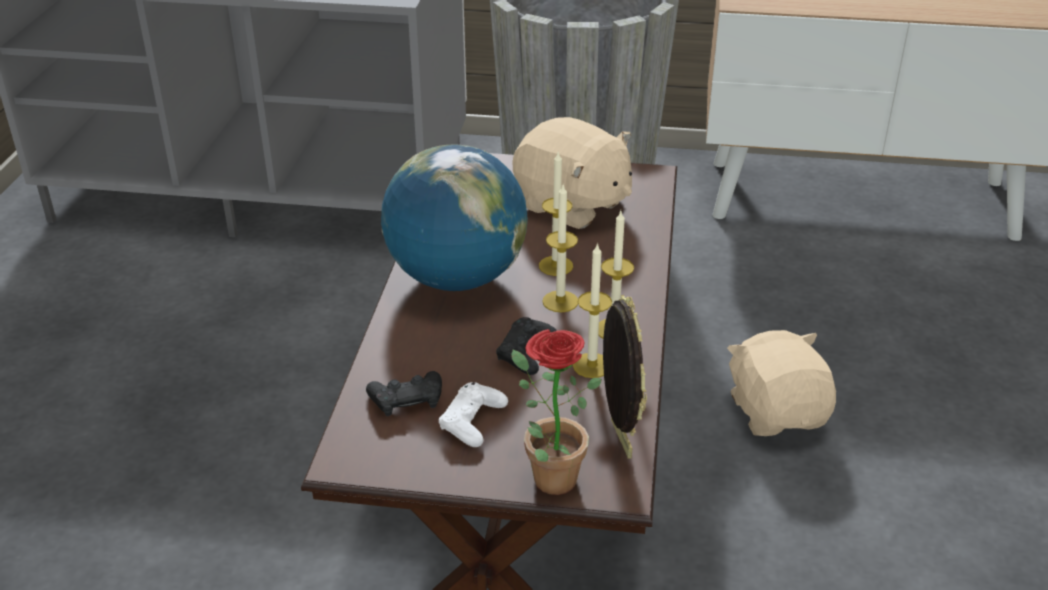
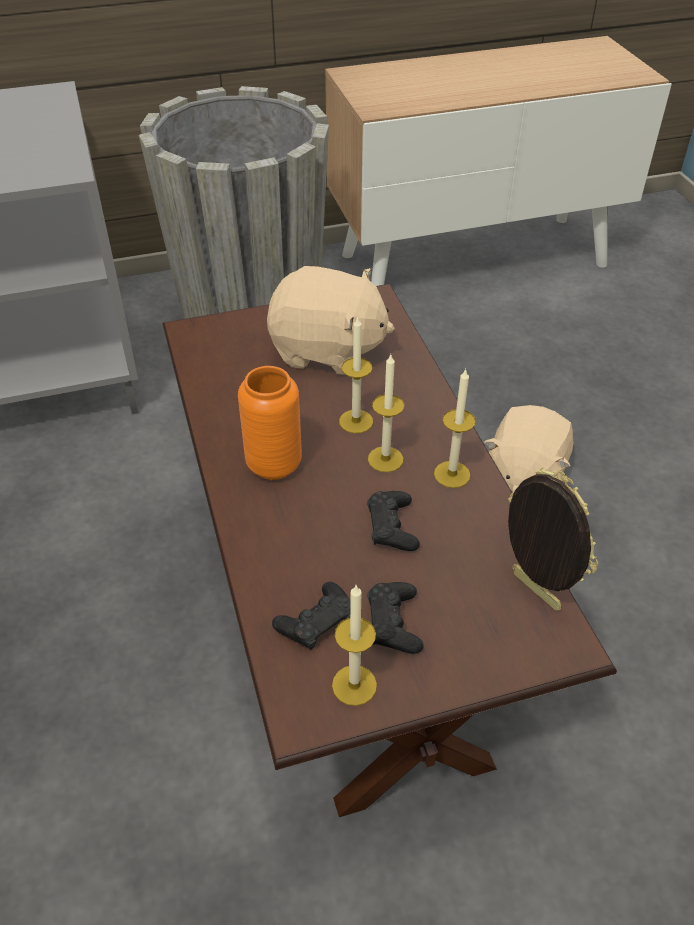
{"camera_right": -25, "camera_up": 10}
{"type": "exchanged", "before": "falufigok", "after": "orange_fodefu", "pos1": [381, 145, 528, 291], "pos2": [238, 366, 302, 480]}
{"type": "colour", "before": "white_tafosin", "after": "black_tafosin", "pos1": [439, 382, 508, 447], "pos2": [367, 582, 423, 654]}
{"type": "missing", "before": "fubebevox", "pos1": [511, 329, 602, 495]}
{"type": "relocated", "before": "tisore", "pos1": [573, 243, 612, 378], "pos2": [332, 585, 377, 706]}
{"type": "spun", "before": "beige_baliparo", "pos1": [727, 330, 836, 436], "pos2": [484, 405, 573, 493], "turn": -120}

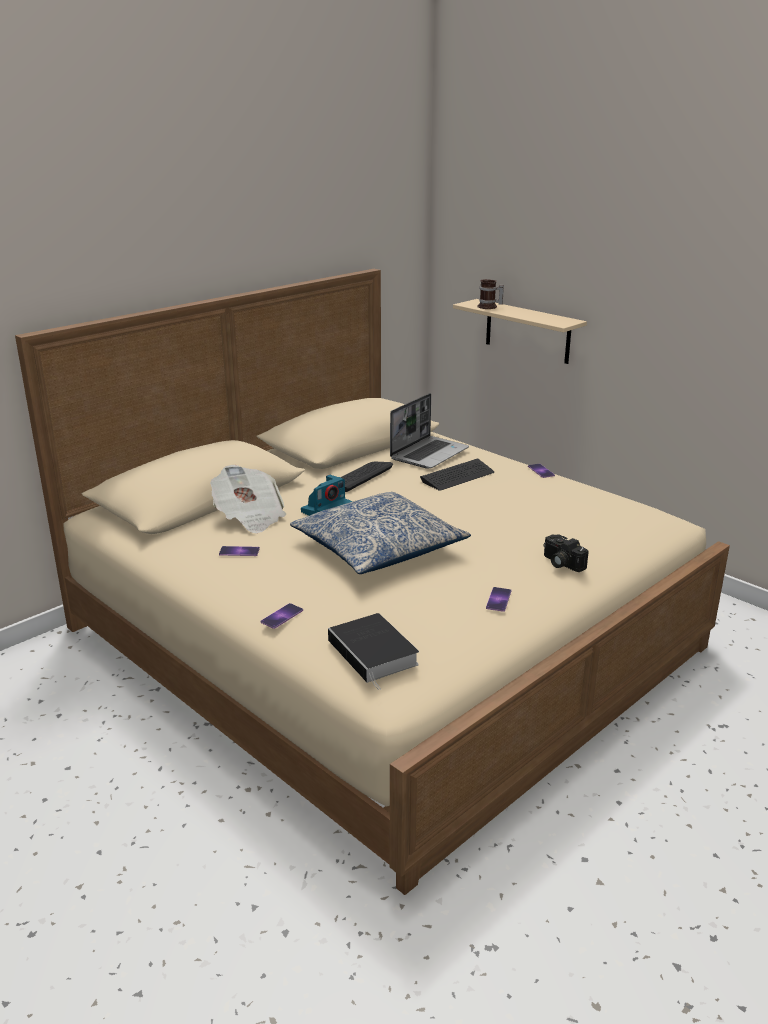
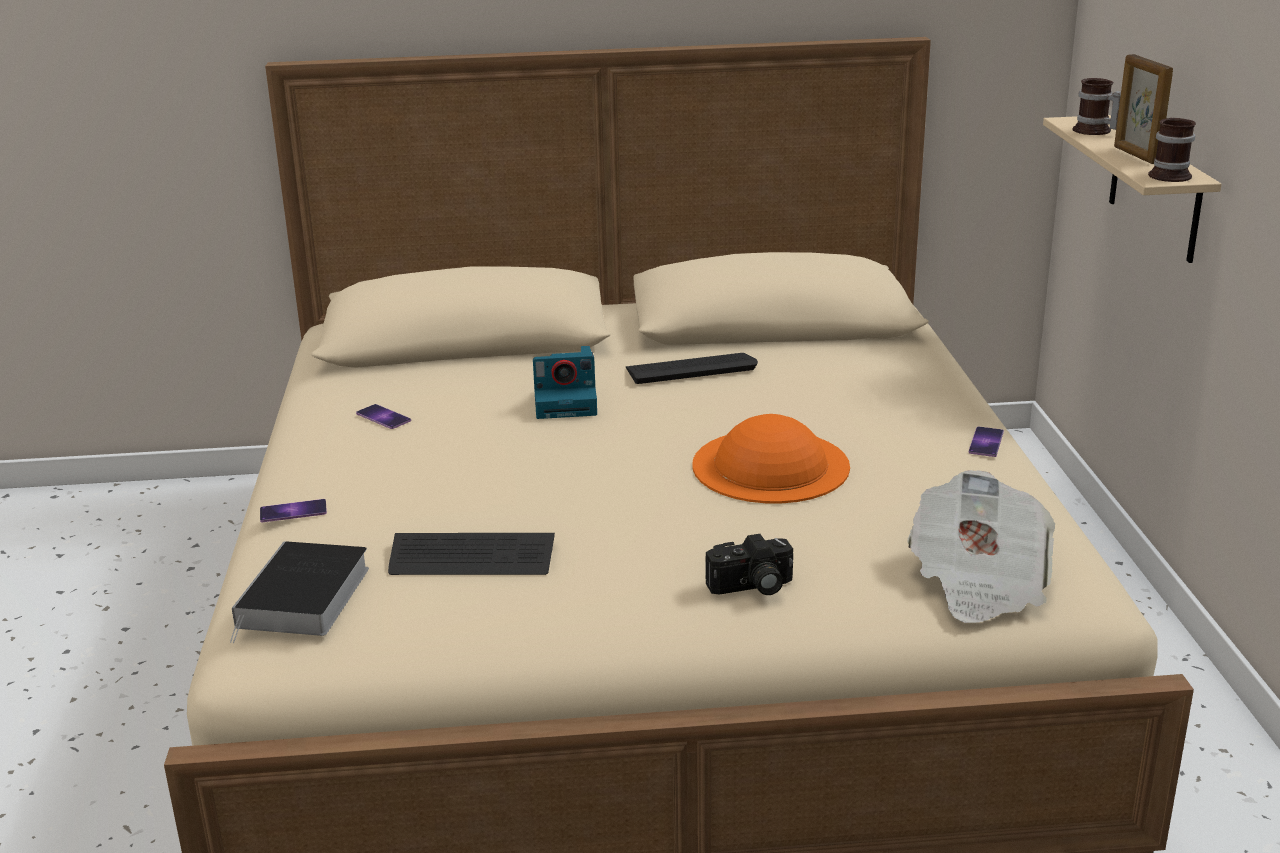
{"camera_right": 40, "camera_up": 0}
{"type": "relocated", "before": "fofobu", "pos1": [210, 465, 286, 534], "pos2": [907, 470, 1055, 623]}
{"type": "missing", "before": "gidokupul", "pos1": [290, 492, 471, 574]}
{"type": "missing", "before": "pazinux", "pos1": [390, 393, 469, 469]}
{"type": "relocated", "before": "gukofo", "pos1": [420, 458, 494, 491], "pos2": [388, 533, 555, 575]}
{"type": "missing", "before": "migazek", "pos1": [486, 587, 511, 612]}
{"type": "spun", "before": "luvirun", "pos1": [543, 534, 588, 572], "pos2": [705, 534, 793, 595], "turn": -105}
{"type": "appeared", "after": "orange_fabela", "pos2": [692, 414, 850, 503]}
{"type": "appeared", "after": "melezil", "pos2": [1114, 54, 1173, 164]}
{"type": "appeared", "after": "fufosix", "pos2": [1148, 118, 1196, 182]}

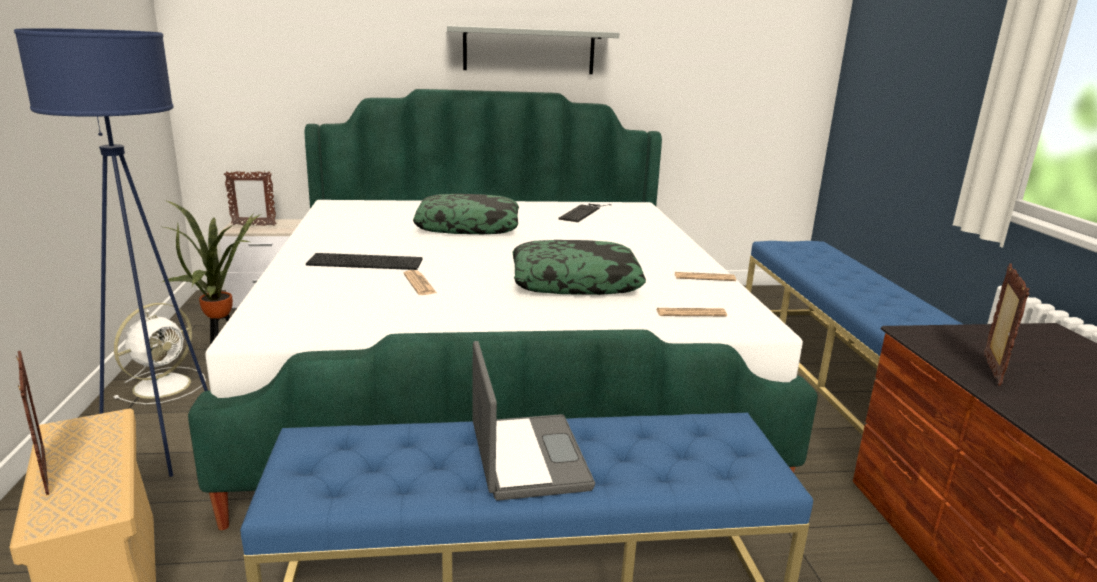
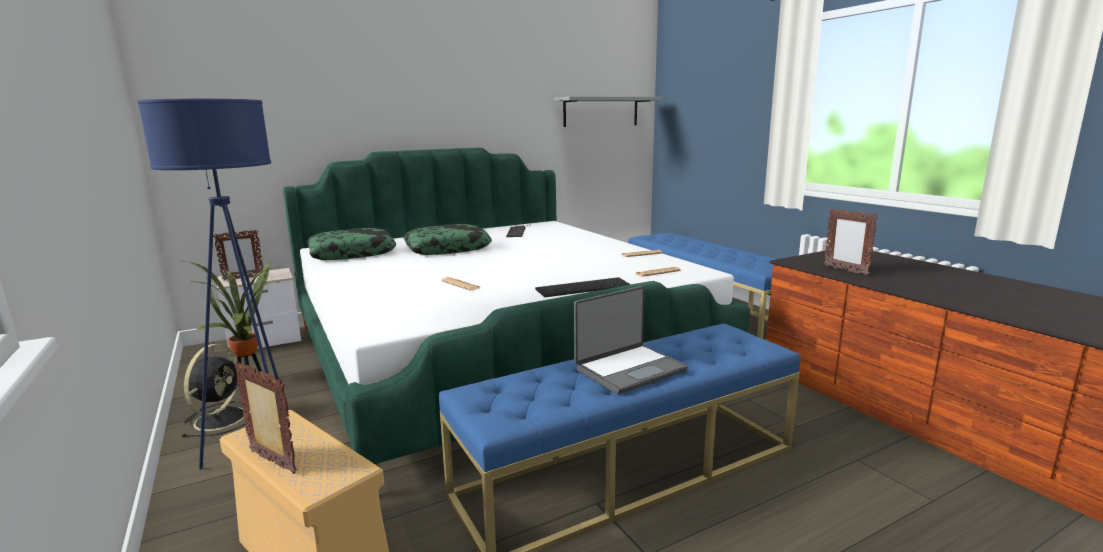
{"camera_right": -20, "camera_up": -5}
{"type": "colour", "before": "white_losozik", "after": "black_losozik", "pos1": [113, 303, 206, 404], "pos2": [182, 344, 245, 437]}
{"type": "relocated", "before": "gukofo", "pos1": [306, 253, 423, 270], "pos2": [535, 277, 631, 297]}
{"type": "relocated", "before": "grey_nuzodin", "pos1": [447, 26, 619, 74], "pos2": [554, 96, 663, 127]}
{"type": "spun", "before": "pazinux", "pos1": [473, 341, 595, 501], "pos2": [574, 286, 688, 394], "turn": 90}
{"type": "relocated", "before": "gidokupul", "pos1": [512, 240, 646, 295], "pos2": [307, 228, 396, 260]}
{"type": "spun", "before": "melezil", "pos1": [984, 263, 1029, 386], "pos2": [824, 208, 878, 276], "turn": 150}

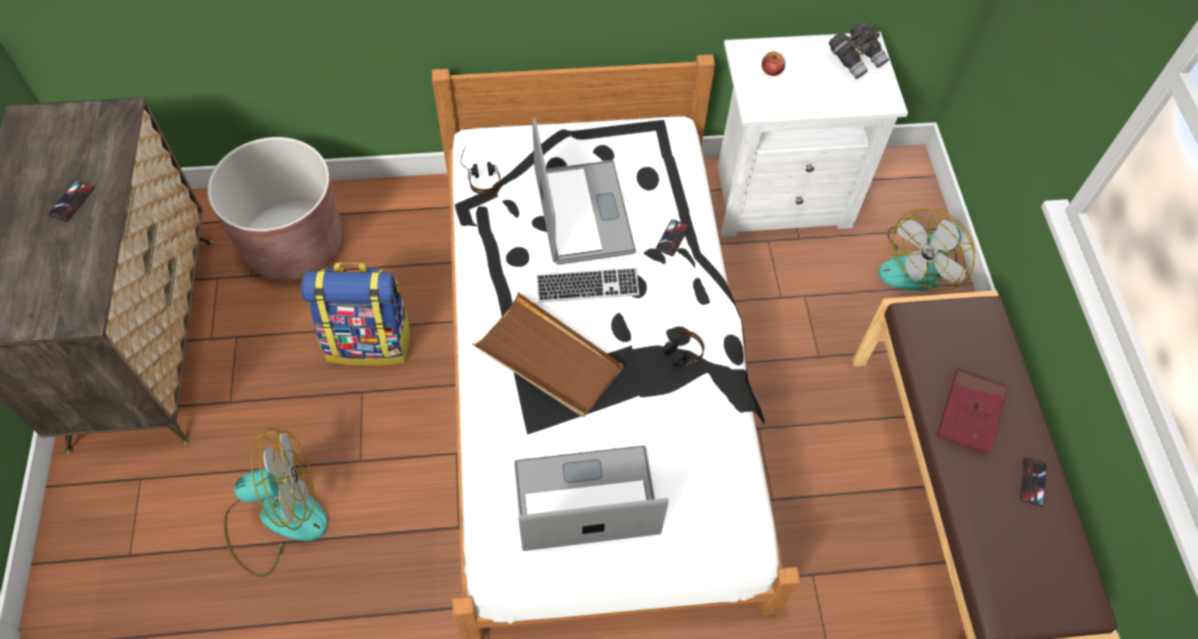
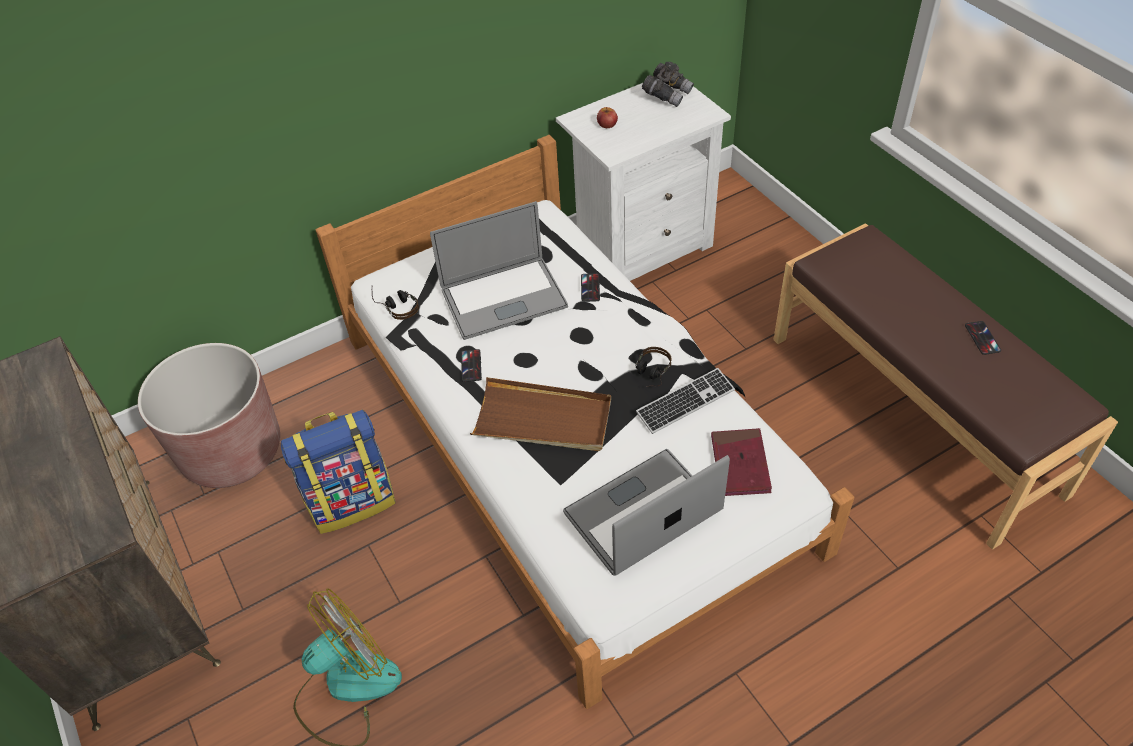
{"camera_right": -20, "camera_up": -10}
{"type": "relocated", "before": "migazek", "pos1": [48, 180, 95, 222], "pos2": [461, 349, 482, 382]}
{"type": "spun", "before": "pazinux", "pos1": [532, 118, 636, 265], "pos2": [430, 201, 568, 340], "turn": 105}
{"type": "relocated", "before": "gukofo", "pos1": [536, 267, 639, 302], "pos2": [636, 368, 735, 434]}
{"type": "missing", "before": "losozik", "pos1": [878, 209, 975, 291]}
{"type": "relocated", "before": "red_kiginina", "pos1": [937, 370, 1008, 455], "pos2": [711, 428, 772, 496]}

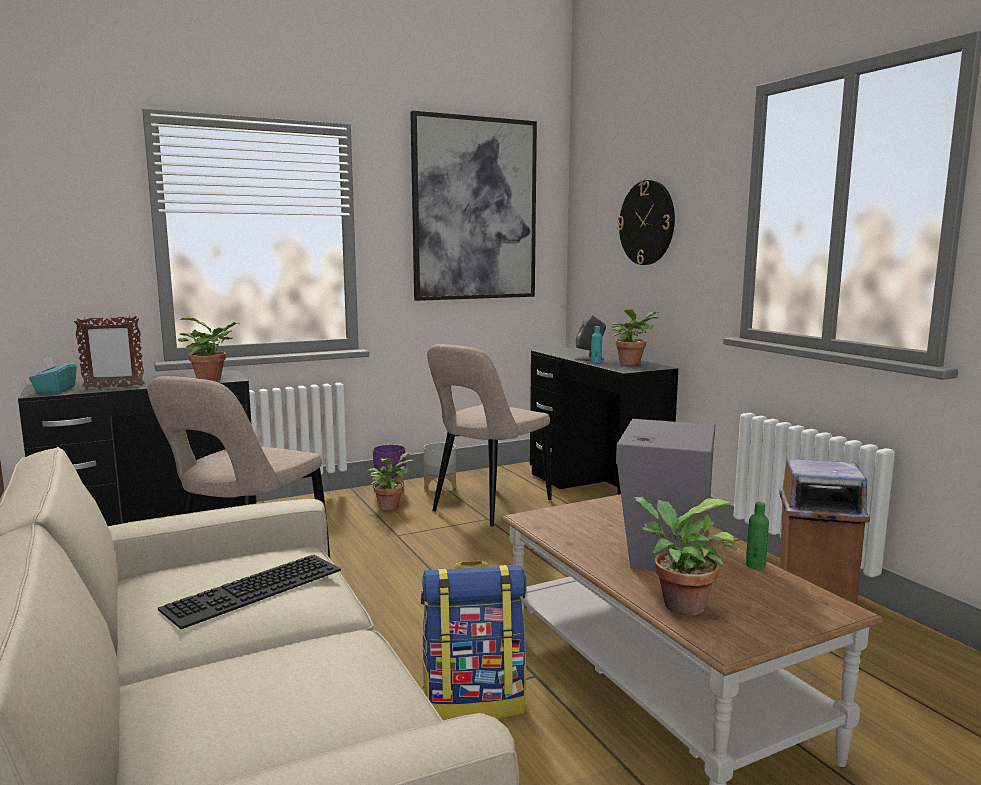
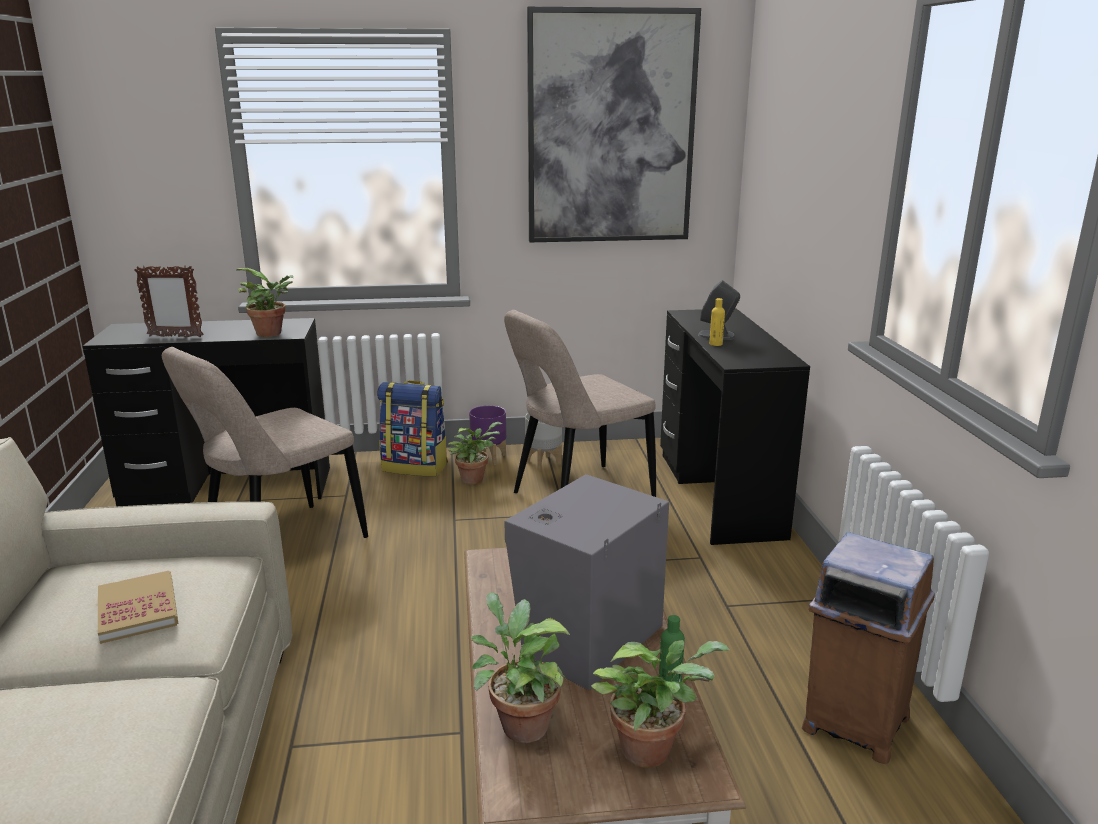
{"camera_right": 20, "camera_up": 10}
{"type": "missing", "before": "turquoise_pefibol", "pos1": [29, 356, 77, 394]}
{"type": "exchanged", "before": "gukofo", "after": "kiginina", "pos1": [158, 555, 341, 629], "pos2": [98, 571, 178, 644]}
{"type": "relocated", "before": "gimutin", "pos1": [420, 561, 526, 720], "pos2": [377, 380, 448, 476]}
{"type": "colour", "before": "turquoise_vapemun", "after": "yellow_vapemun", "pos1": [591, 326, 602, 364], "pos2": [709, 298, 725, 346]}
{"type": "relocated", "before": "fubebevox", "pos1": [612, 309, 659, 365], "pos2": [591, 640, 730, 768]}
{"type": "missing", "before": "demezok", "pos1": [617, 180, 675, 265]}

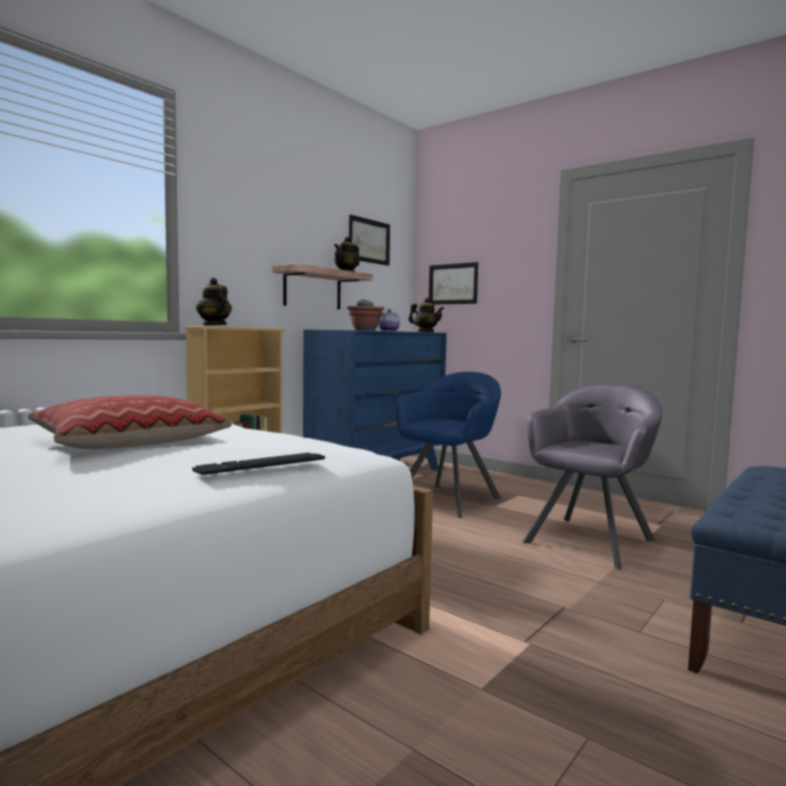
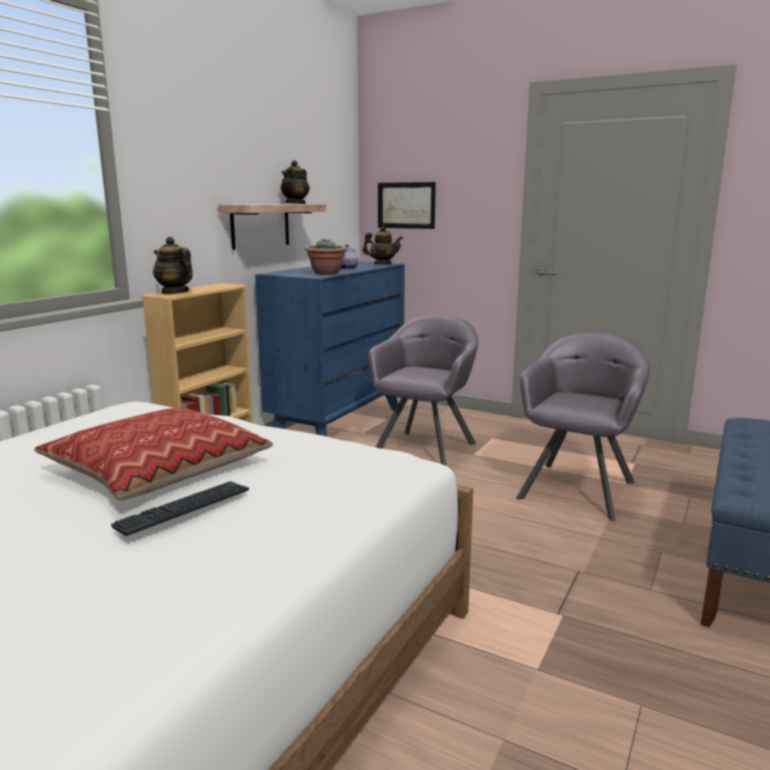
{"camera_right": -10, "camera_up": 10}
{"type": "relocated", "before": "gukofo", "pos1": [192, 453, 325, 475], "pos2": [111, 481, 249, 536]}
{"type": "missing", "before": "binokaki", "pos1": [349, 215, 390, 266]}
{"type": "colour", "before": "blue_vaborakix", "after": "grey_vaborakix", "pos1": [395, 372, 501, 518], "pos2": [368, 314, 478, 466]}

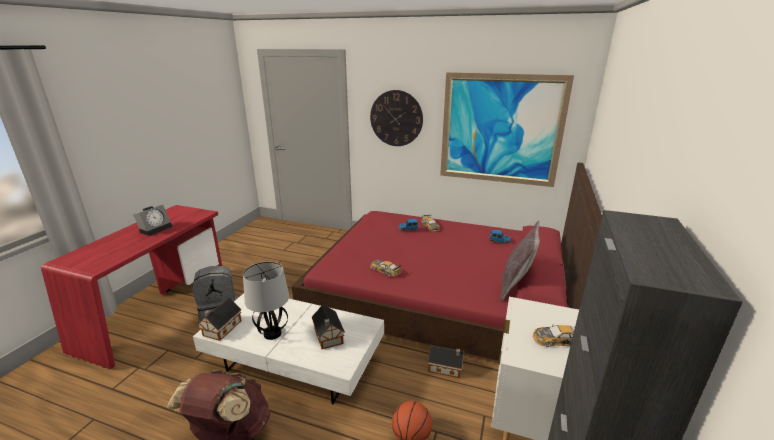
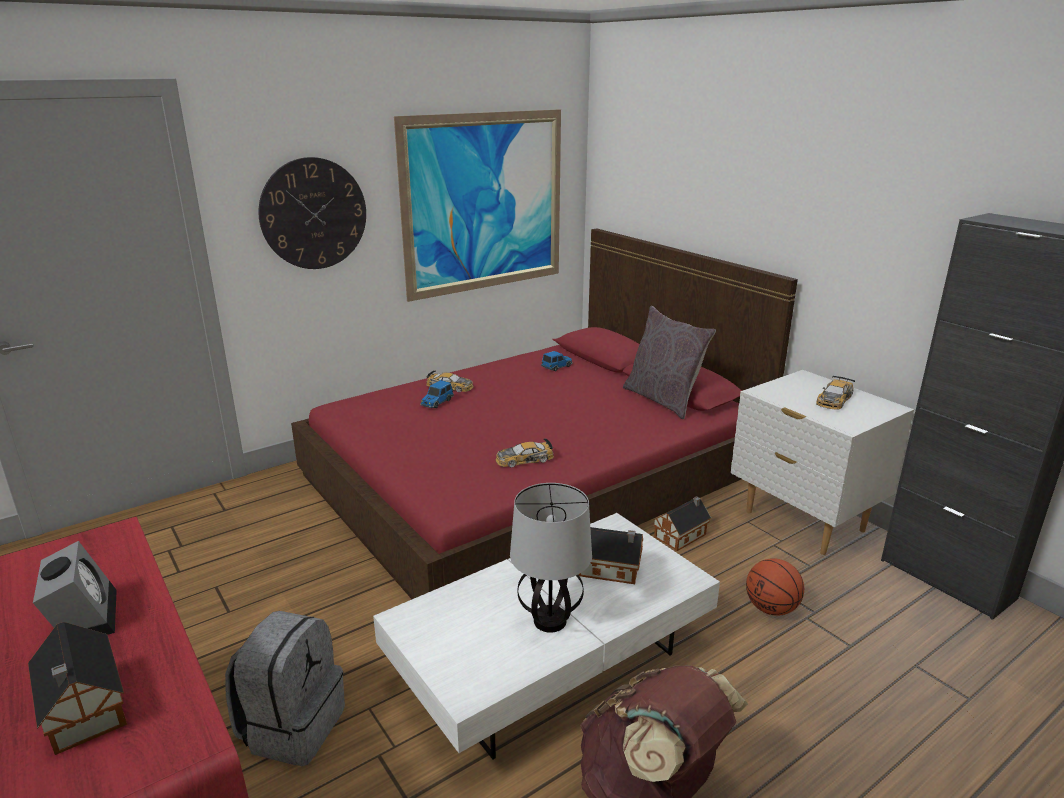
{"camera_right": -55, "camera_up": 0}
{"type": "relocated", "before": "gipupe", "pos1": [199, 298, 242, 341], "pos2": [28, 622, 127, 755]}

